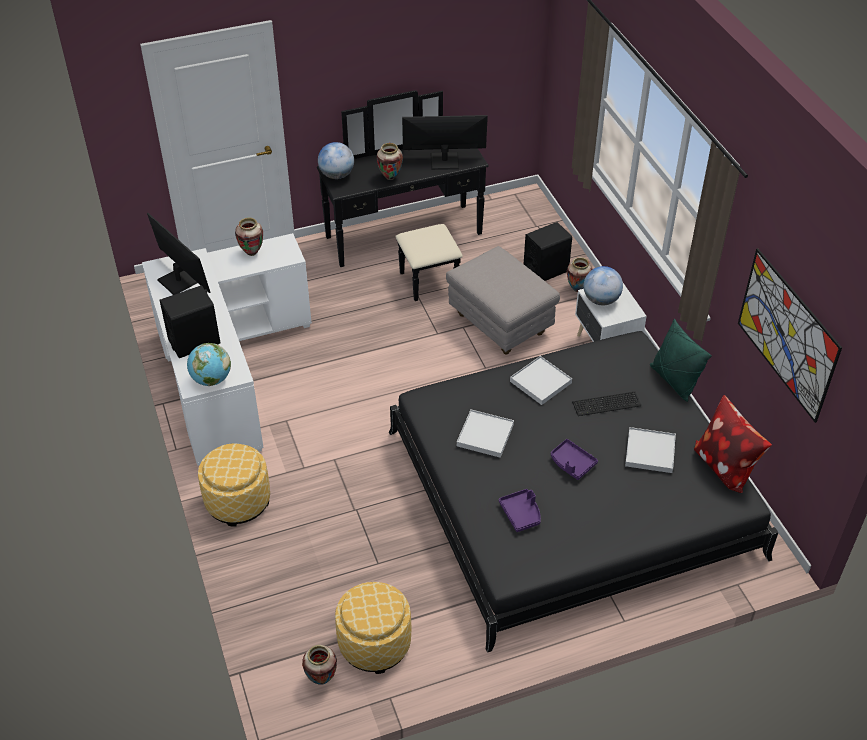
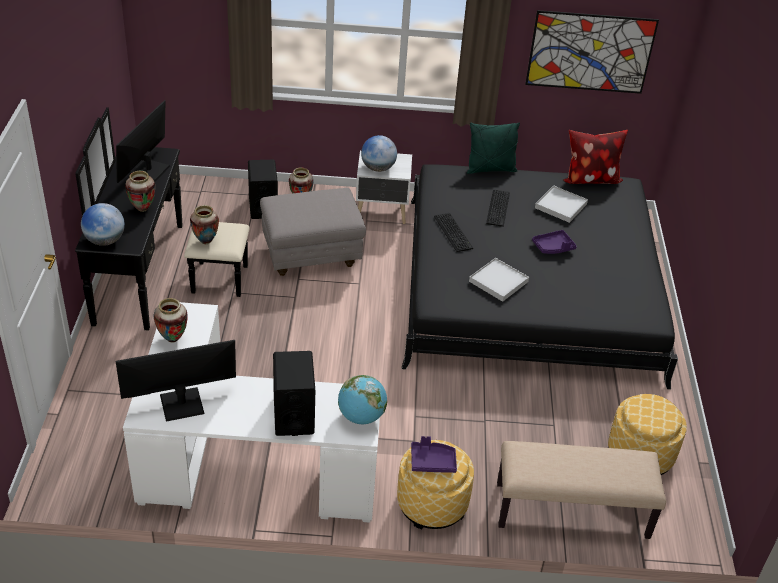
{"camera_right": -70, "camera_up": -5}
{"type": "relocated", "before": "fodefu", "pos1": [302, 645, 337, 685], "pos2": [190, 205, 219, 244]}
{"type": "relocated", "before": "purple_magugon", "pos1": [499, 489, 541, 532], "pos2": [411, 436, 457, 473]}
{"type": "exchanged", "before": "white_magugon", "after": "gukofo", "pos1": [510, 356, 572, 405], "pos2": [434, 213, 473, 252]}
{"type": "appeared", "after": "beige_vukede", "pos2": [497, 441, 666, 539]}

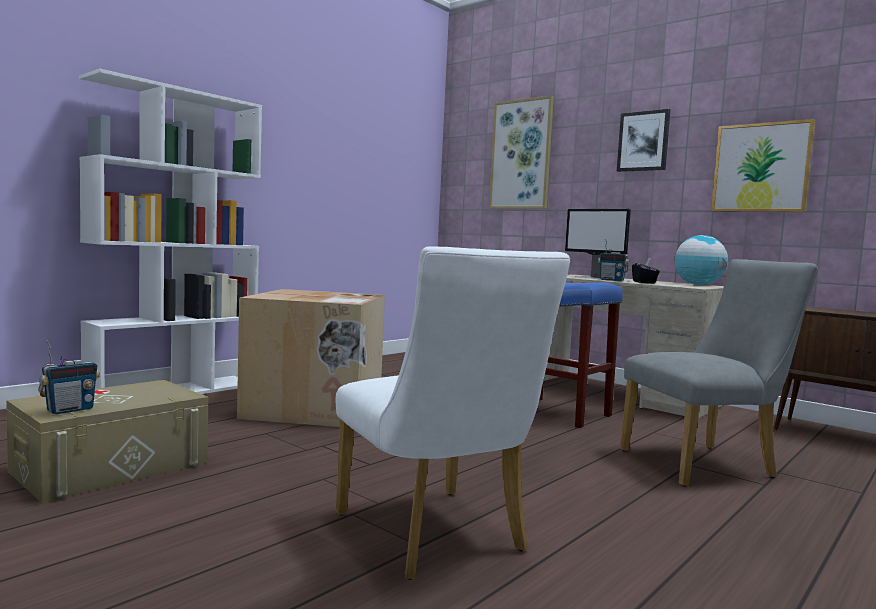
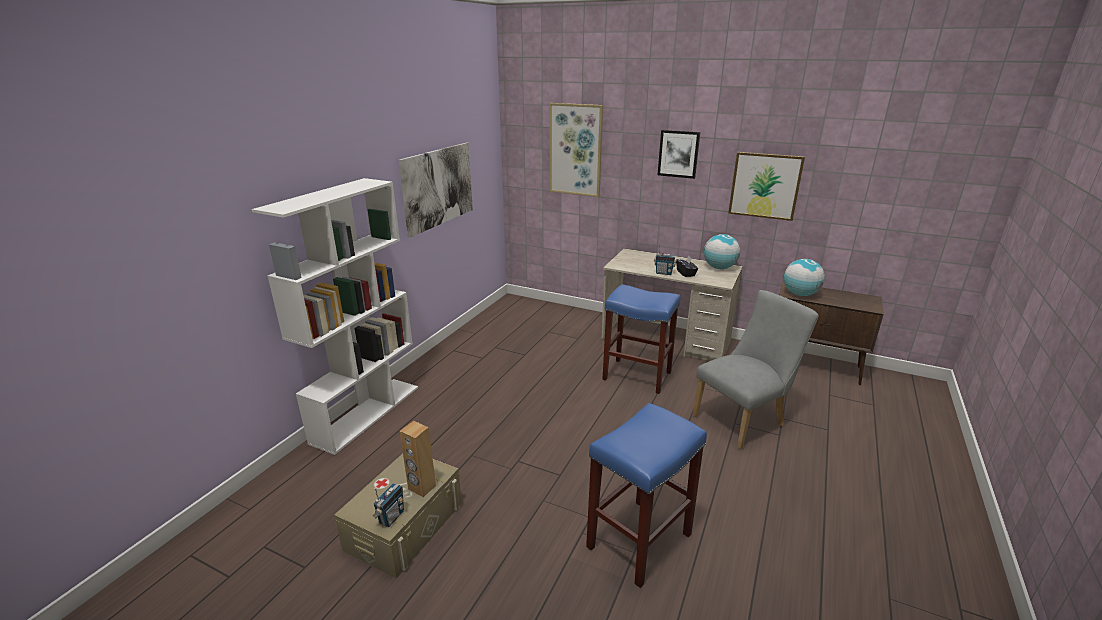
{"camera_right": -15, "camera_up": 20}
{"type": "missing", "before": "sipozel", "pos1": [237, 289, 385, 427]}
{"type": "exchanged", "before": "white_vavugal", "after": "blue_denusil", "pos1": [336, 246, 570, 580], "pos2": [586, 403, 707, 588]}
{"type": "missing", "before": "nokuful", "pos1": [565, 209, 631, 279]}
{"type": "appeared", "after": "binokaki", "pos2": [399, 142, 473, 238]}
{"type": "appeared", "after": "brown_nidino", "pos2": [400, 421, 436, 497]}
{"type": "appeared", "after": "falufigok", "pos2": [784, 259, 825, 296]}

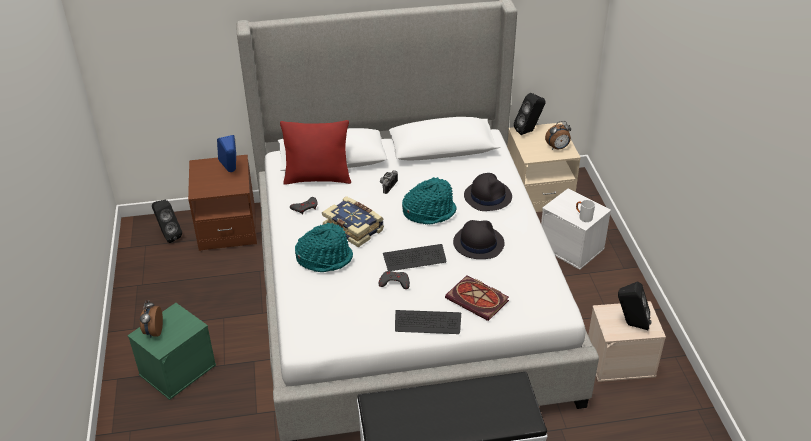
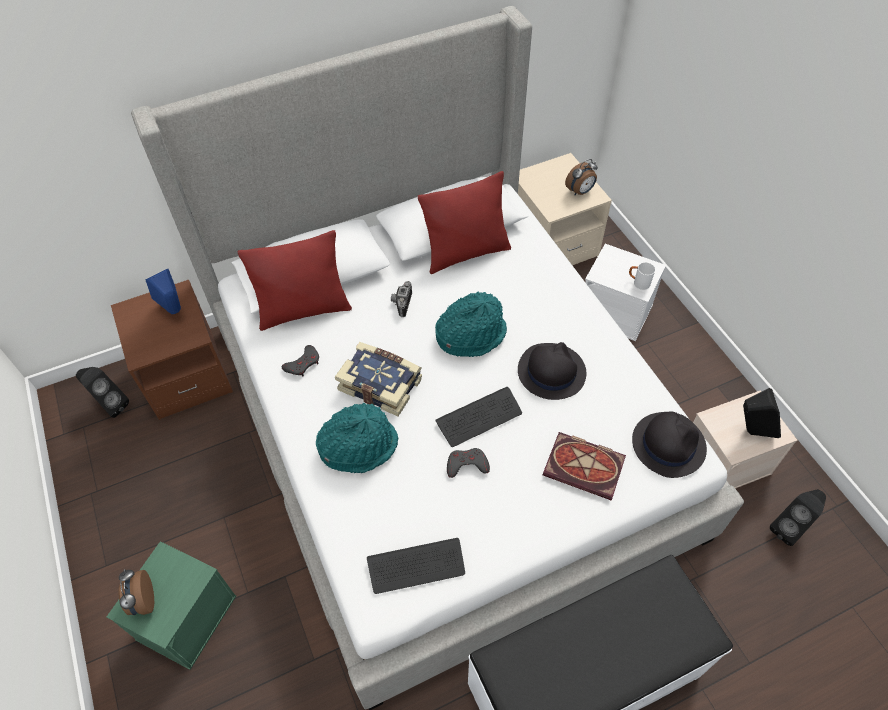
{"camera_right": -15, "camera_up": 15}
{"type": "relocated", "before": "gukofo", "pos1": [395, 310, 461, 334], "pos2": [367, 538, 465, 594]}
{"type": "relocated", "before": "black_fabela", "pos1": [464, 173, 512, 211], "pos2": [632, 412, 707, 478]}
{"type": "relocated", "before": "black_nidino", "pos1": [514, 93, 545, 135], "pos2": [770, 489, 826, 546]}
{"type": "appeared", "after": "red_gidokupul", "pos2": [418, 171, 511, 274]}

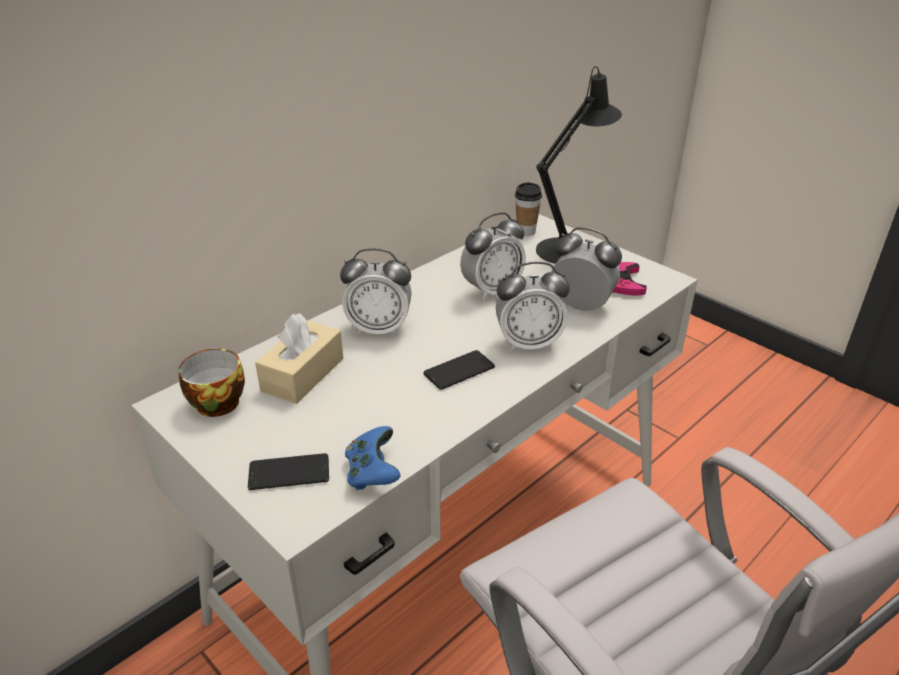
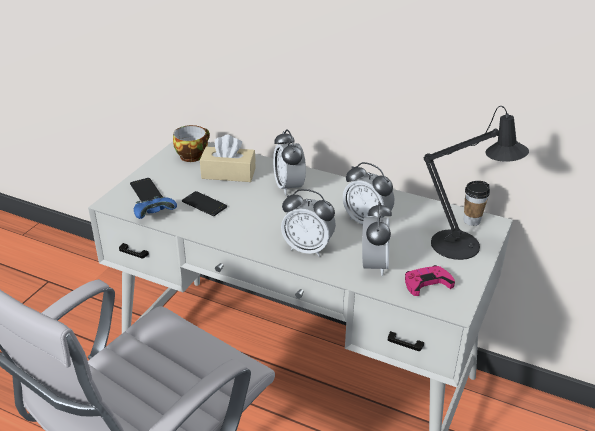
{"camera_right": 70, "camera_up": 0}
{"type": "relocated", "before": "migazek", "pos1": [424, 350, 495, 390], "pos2": [182, 191, 227, 216]}
{"type": "spun", "before": "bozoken", "pos1": [496, 262, 570, 352], "pos2": [281, 189, 336, 257], "turn": -45}

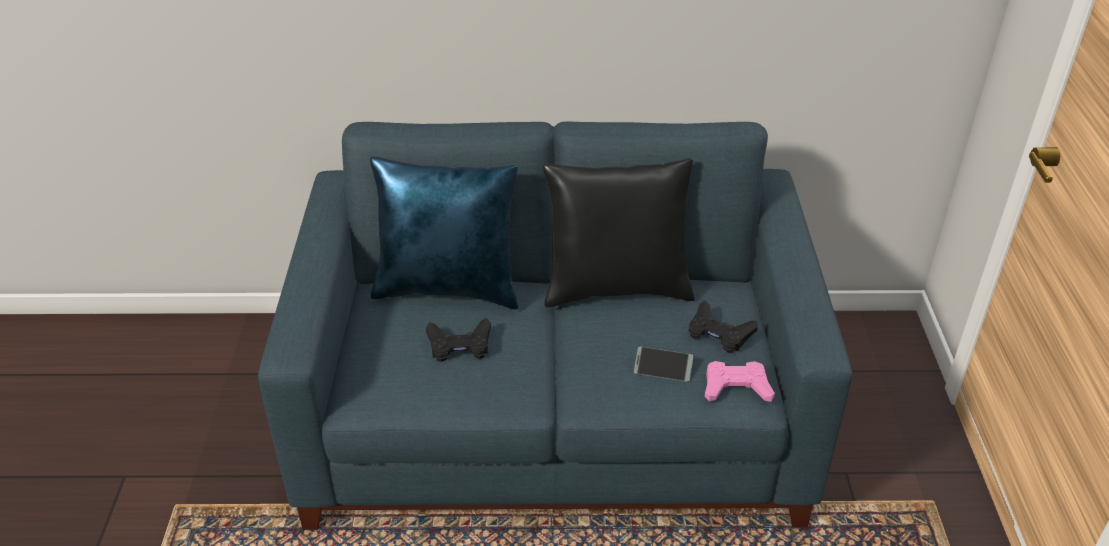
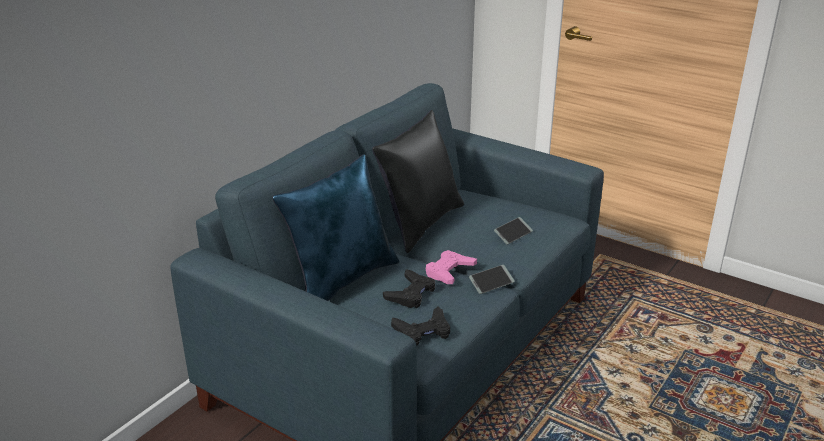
{"camera_right": -55, "camera_up": -10}
{"type": "relocated", "before": "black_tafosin", "pos1": [689, 300, 758, 353], "pos2": [391, 307, 450, 346]}
{"type": "relocated", "before": "pink_tafosin", "pos1": [705, 361, 775, 402], "pos2": [426, 250, 477, 284]}
{"type": "appeared", "after": "migazek", "pos2": [469, 265, 515, 294]}

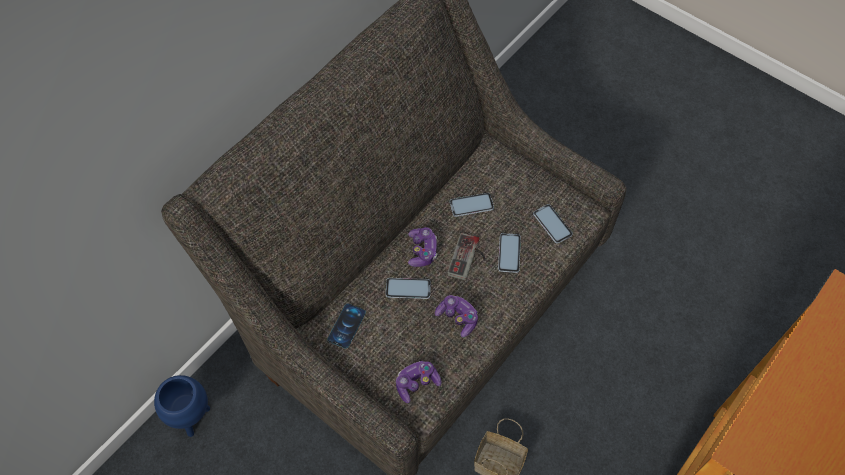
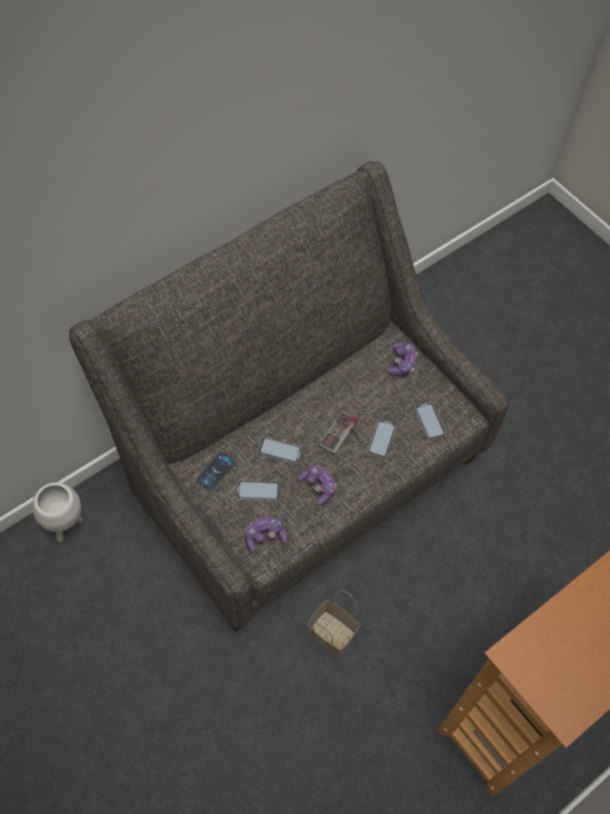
{"camera_right": 10, "camera_up": 0}
{"type": "colour", "before": "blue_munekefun", "after": "white_munekefun", "pos1": [154, 375, 210, 437], "pos2": [32, 482, 83, 542]}
{"type": "relocated", "before": "tafosin", "pos1": [408, 227, 437, 267], "pos2": [387, 343, 417, 377]}
{"type": "relocated", "before": "migazek", "pos1": [450, 193, 494, 217], "pos2": [237, 480, 280, 501]}

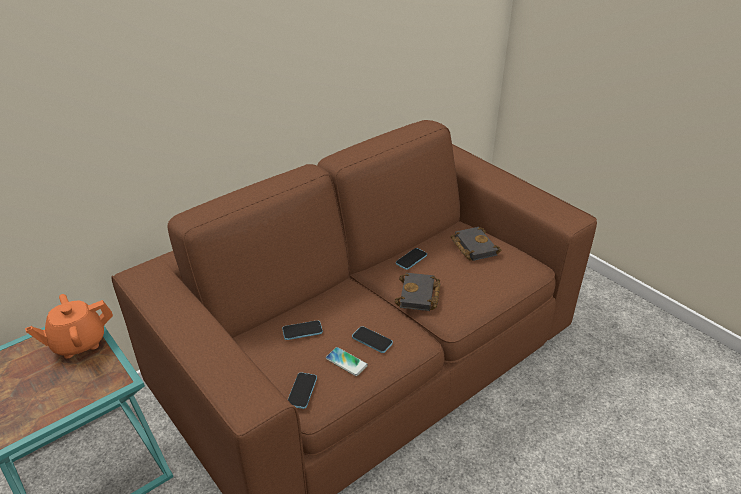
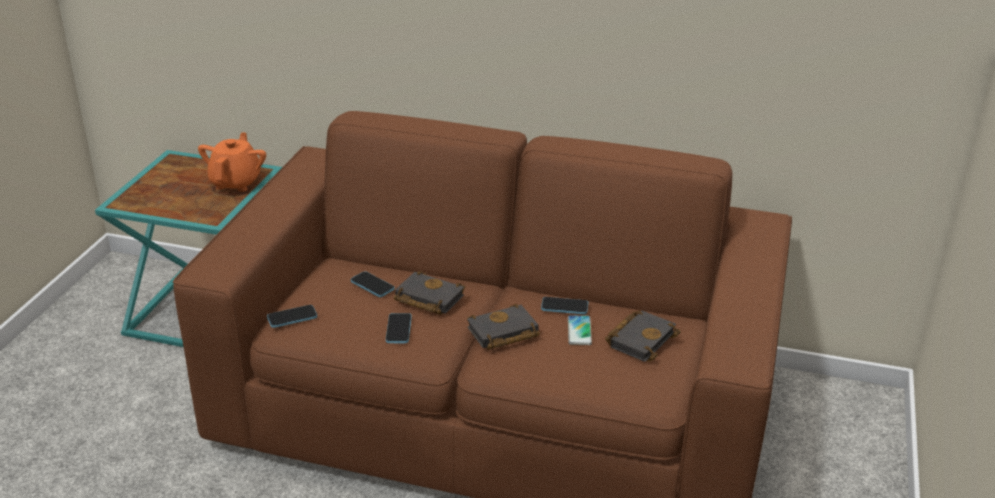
{"camera_right": 55, "camera_up": -5}
{"type": "spun", "before": "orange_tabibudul", "pos1": [25, 294, 113, 358], "pos2": [198, 132, 266, 192], "turn": 75}
{"type": "relocated", "before": "migazek", "pos1": [325, 347, 368, 376], "pos2": [568, 315, 592, 345]}
{"type": "appeared", "after": "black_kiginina", "pos2": [394, 271, 465, 315]}

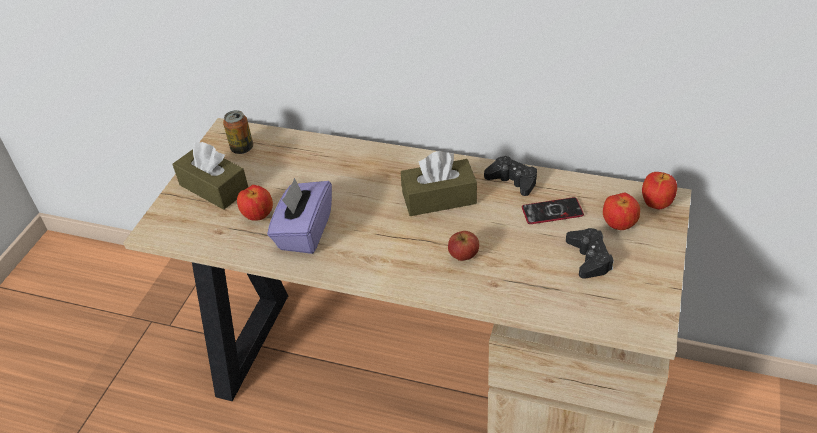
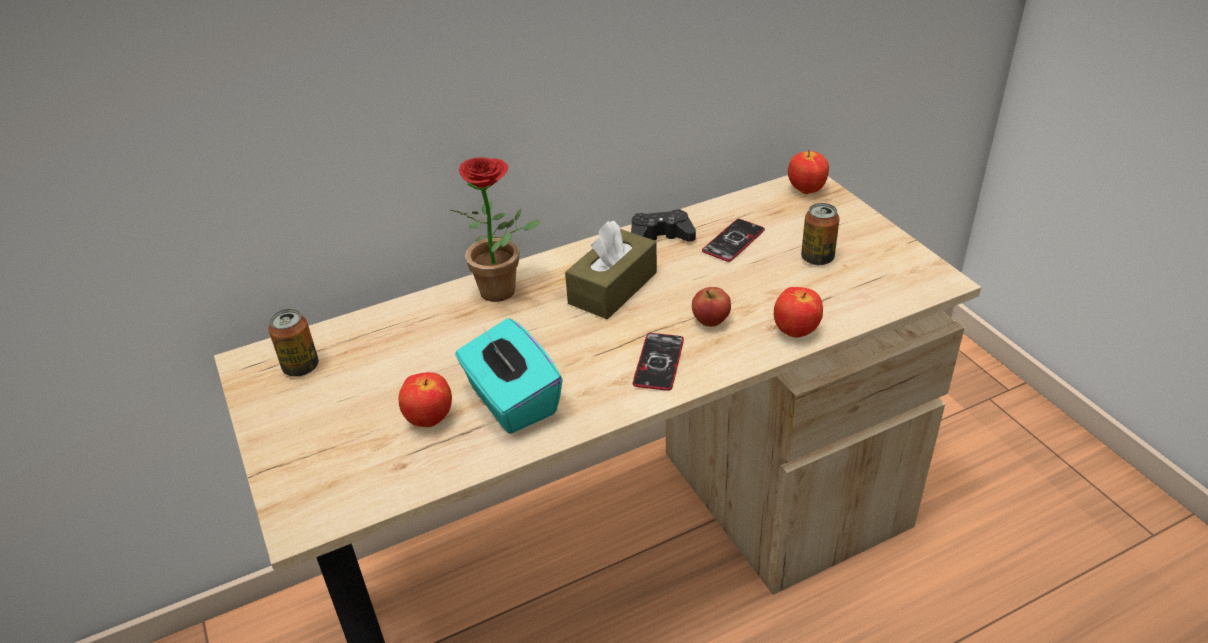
{"camera_right": -45, "camera_up": -5}
{"type": "missing", "before": "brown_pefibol", "pos1": [172, 142, 248, 210]}
{"type": "colour", "before": "purple_pefibol", "after": "turquoise_pefibol", "pos1": [267, 178, 332, 254], "pos2": [455, 318, 563, 434]}
{"type": "exchanged", "before": "black_tafosin", "after": "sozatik", "pos1": [566, 228, 614, 279], "pos2": [801, 203, 840, 265]}
{"type": "relocated", "before": "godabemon", "pos1": [603, 192, 640, 230], "pos2": [774, 287, 823, 338]}
{"type": "appeared", "after": "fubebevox", "pos2": [451, 157, 540, 302]}
{"type": "appeared", "after": "migazek", "pos2": [633, 333, 684, 391]}

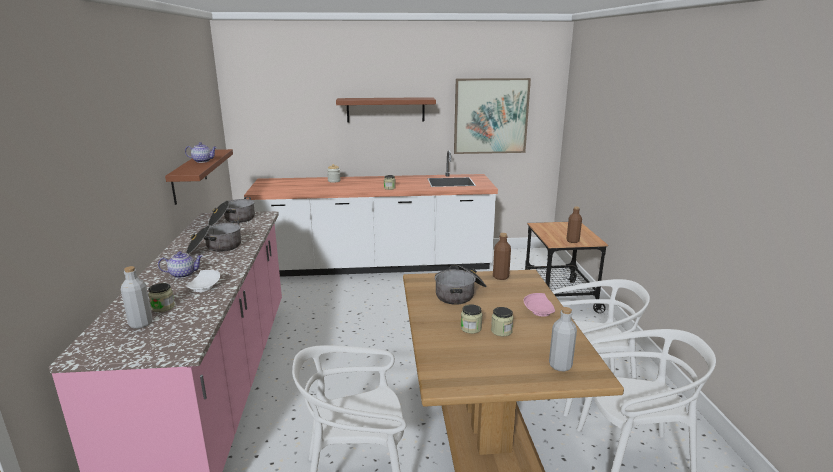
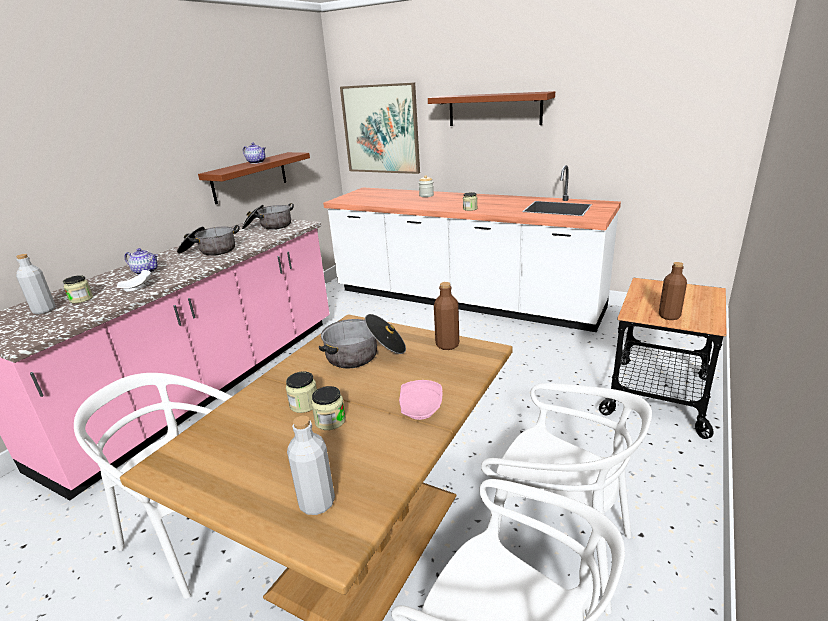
{"camera_right": 35, "camera_up": 5}
{"type": "relocated", "before": "binokaki", "pos1": [454, 78, 531, 154], "pos2": [340, 82, 420, 174]}

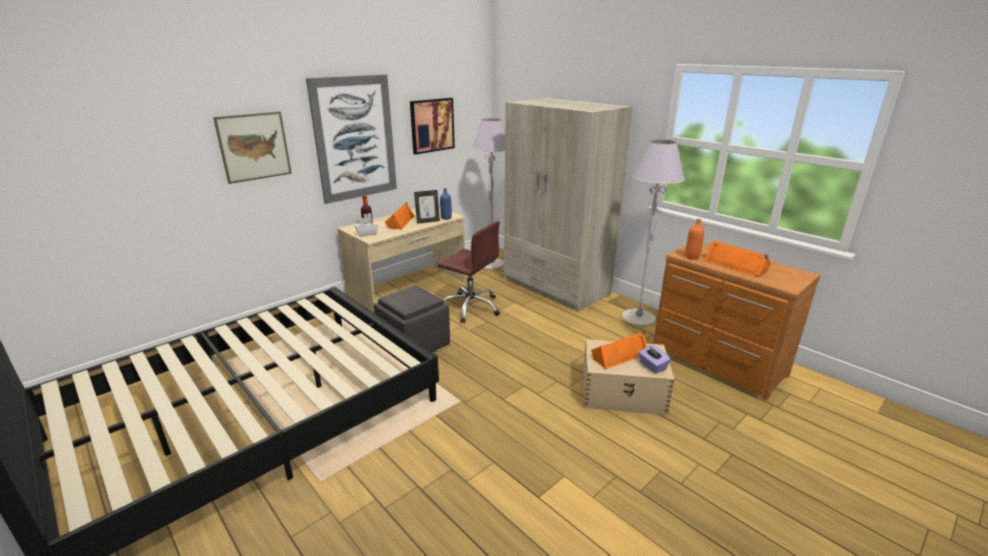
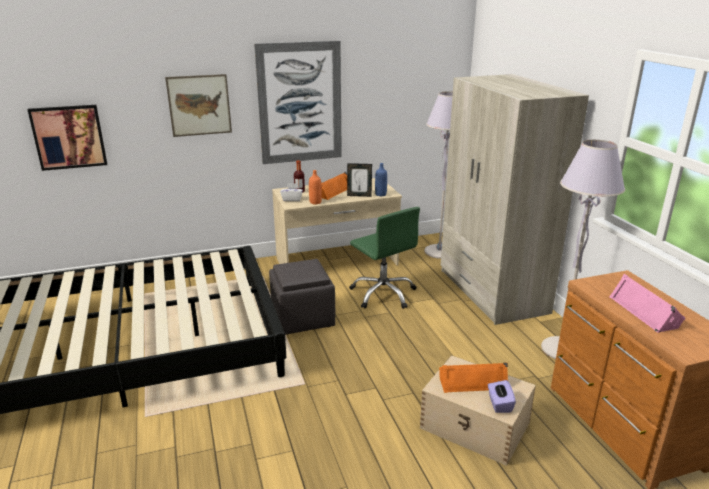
{"camera_right": 25, "camera_up": 0}
{"type": "relocated", "before": "binokaki", "pos1": [410, 98, 455, 155], "pos2": [28, 105, 107, 171]}
{"type": "colour", "before": "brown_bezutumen", "after": "green_bezutumen", "pos1": [438, 221, 500, 323], "pos2": [349, 207, 420, 309]}
{"type": "relocated", "before": "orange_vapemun", "pos1": [685, 219, 704, 260], "pos2": [309, 170, 322, 204]}
{"type": "colour", "before": "orange_nidino", "after": "pink_nidino", "pos1": [704, 240, 771, 278], "pos2": [609, 274, 686, 333]}

